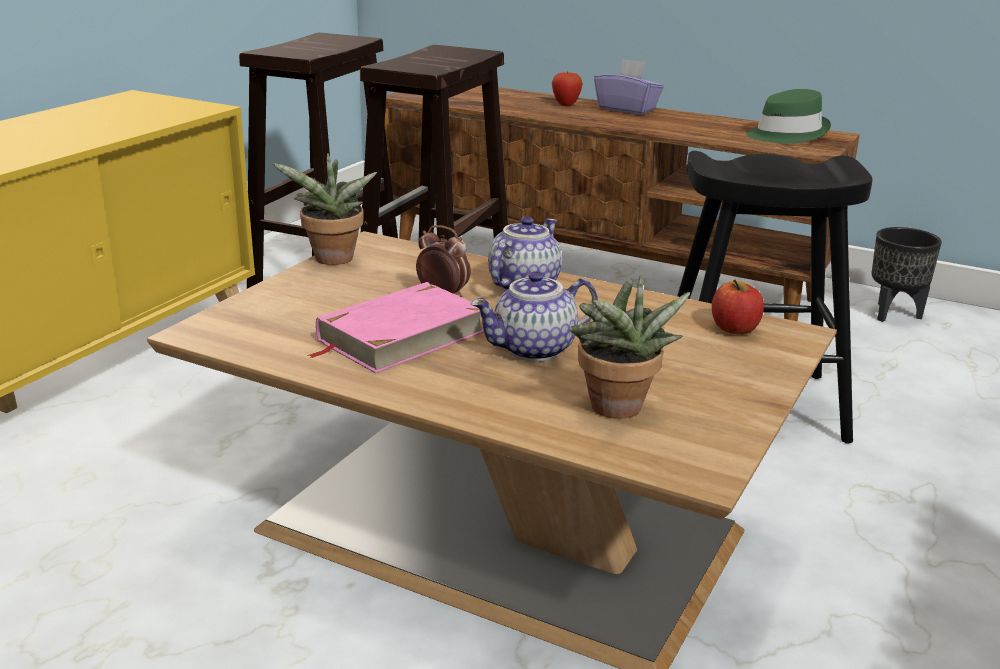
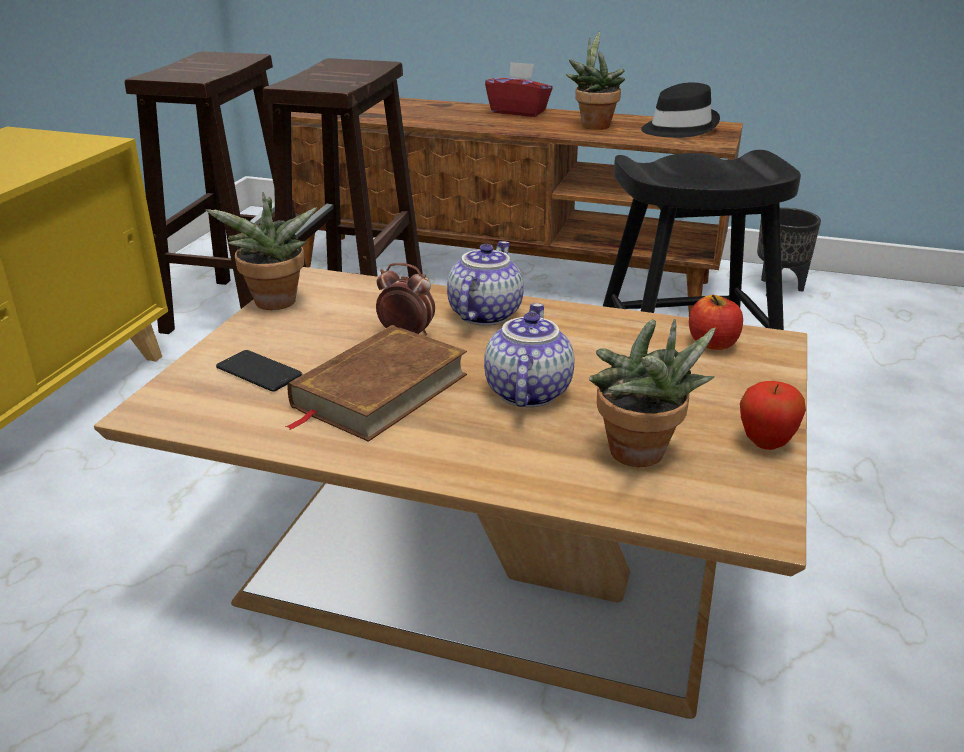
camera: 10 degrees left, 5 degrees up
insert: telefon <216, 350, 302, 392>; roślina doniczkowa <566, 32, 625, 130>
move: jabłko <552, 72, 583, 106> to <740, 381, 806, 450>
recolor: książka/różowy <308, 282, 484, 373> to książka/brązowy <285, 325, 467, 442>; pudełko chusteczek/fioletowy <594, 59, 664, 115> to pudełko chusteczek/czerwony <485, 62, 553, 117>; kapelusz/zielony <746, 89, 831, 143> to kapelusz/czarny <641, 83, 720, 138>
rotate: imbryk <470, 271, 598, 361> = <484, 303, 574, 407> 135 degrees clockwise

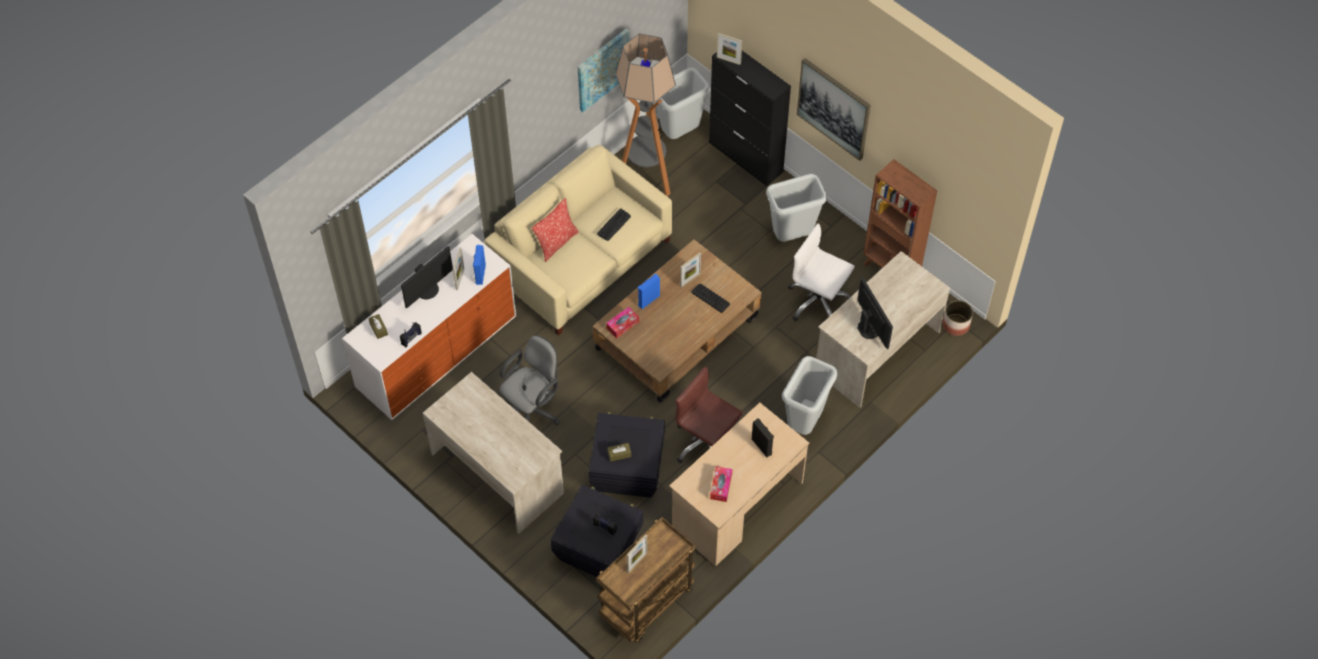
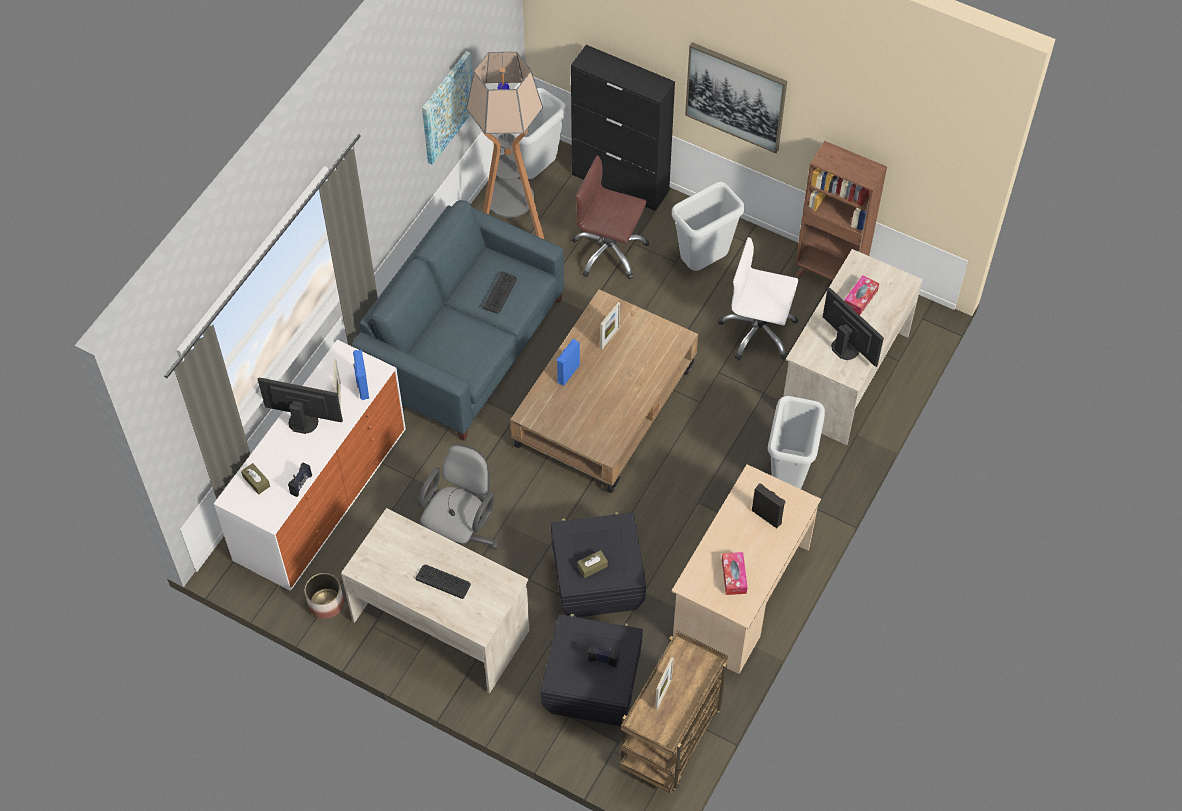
camera: 15 degrees left, 0 degrees up
delete: poduszka <532, 198, 579, 262>; ramka na zdjęcie <717, 33, 742, 65>
move: pudełko chusteczek <606, 307, 639, 338> to <844, 275, 879, 315>; krzesło biurowe/brązowy <675, 366, 743, 463> to <572, 155, 649, 279>; klawiatura <691, 284, 730, 313> to <416, 565, 471, 599>; donica <943, 300, 973, 336> to <305, 573, 344, 619>
recolor: kanapa/beżowy <485, 145, 672, 336> to kanapa/niebieski <351, 200, 564, 441>
rotate: monitor <401, 246, 453, 308> = <258, 378, 343, 434> 105 degrees counterclockwise

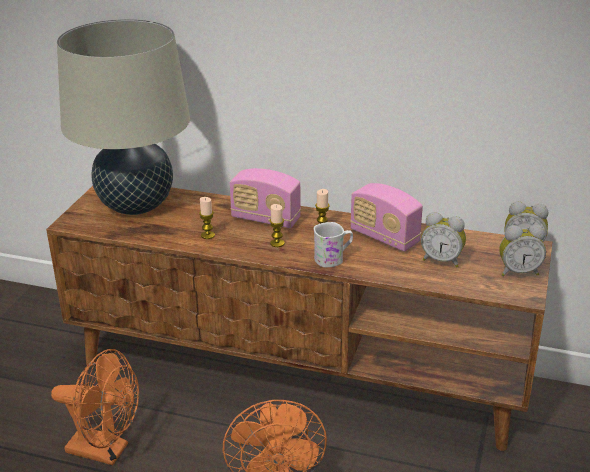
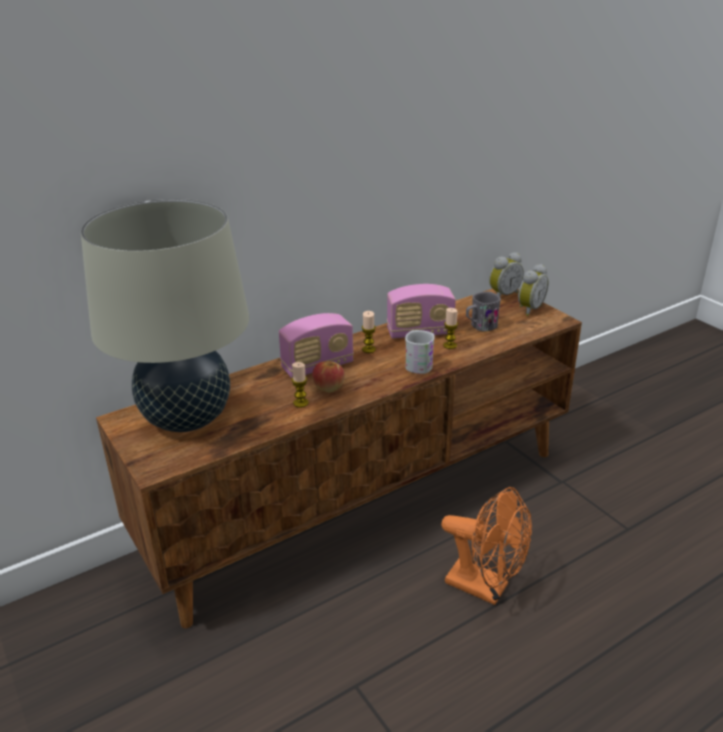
camera: 50 degrees left, 0 degrees up
delete: wentylator/pomarańczowy <51, 349, 139, 465>
insert: jabłko <312, 361, 345, 392>
move: świeca <270, 204, 285, 247> to <443, 308, 458, 349>
replace: budzik <421, 212, 466, 268> to kubek/szary <466, 291, 501, 331>

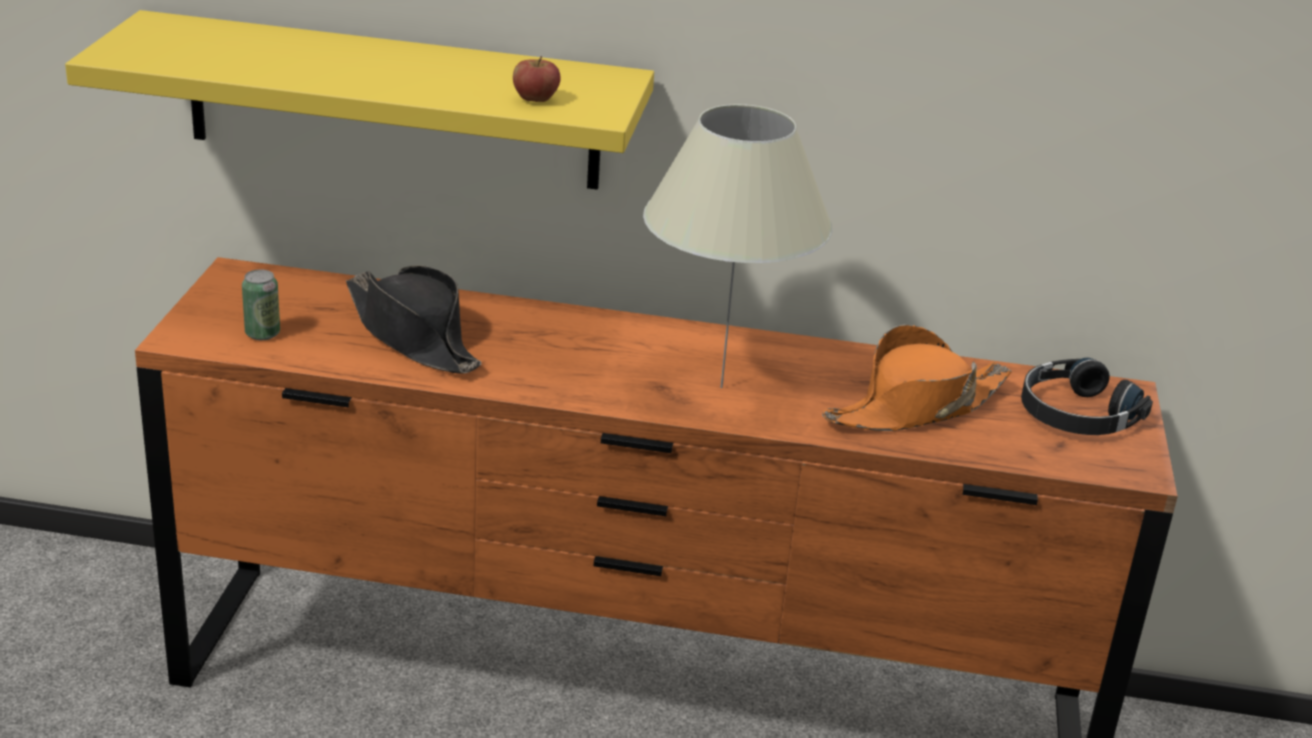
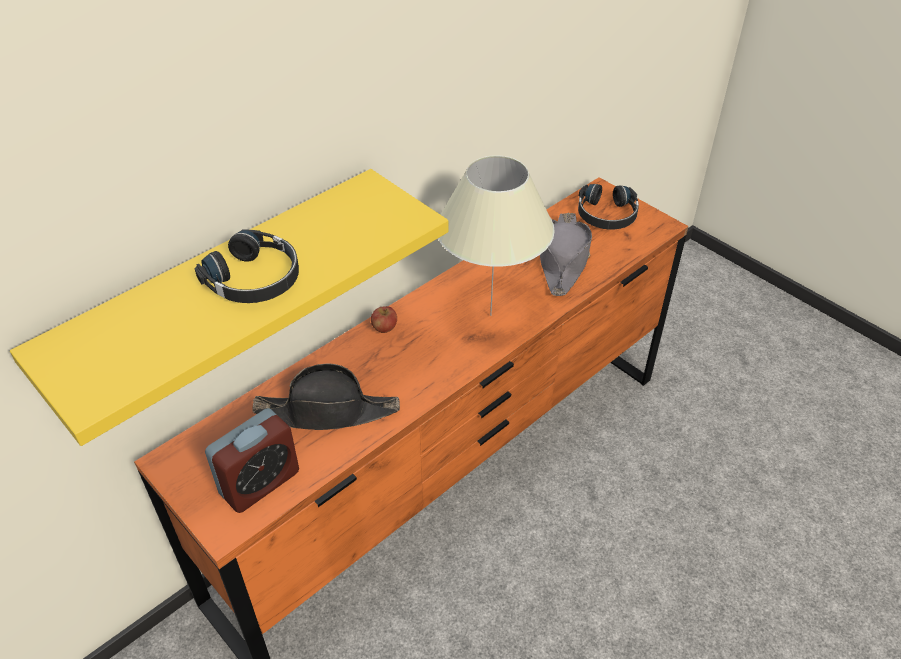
camera: 50 degrees left, 15 degrees up
insert: słuchawki/czarny <195, 229, 299, 303>
move: jabłko <513, 56, 560, 102> to <371, 306, 397, 333>
replace: puszka <242, 269, 280, 340> to budzik <205, 408, 299, 513>
recolor: kapelusz/pomarańczowy <822, 324, 1012, 431> to kapelusz/szary <540, 213, 592, 296>

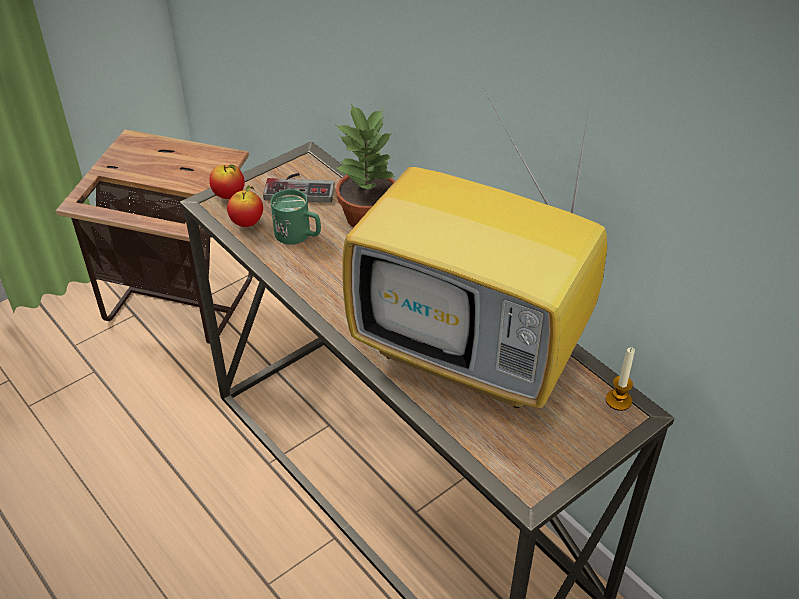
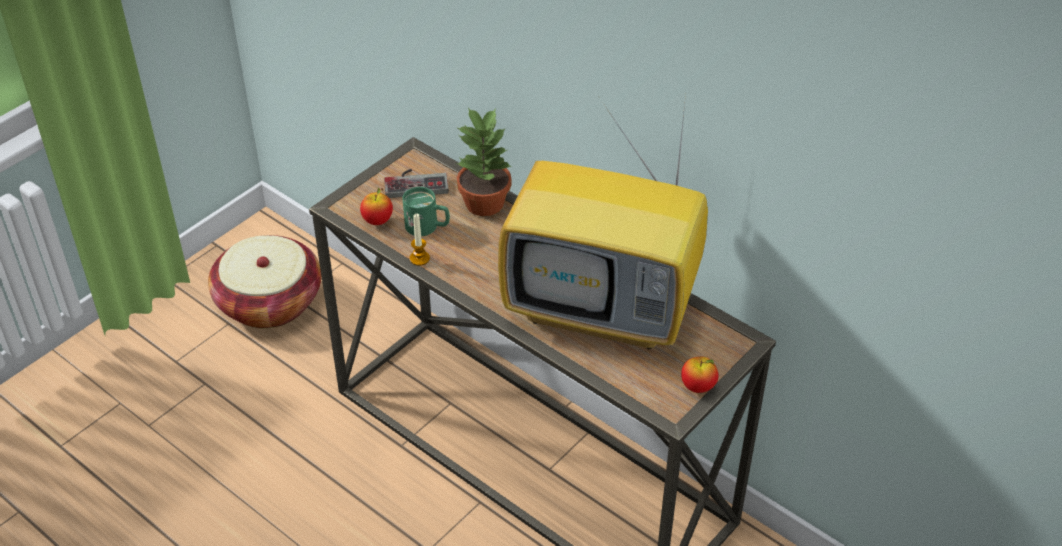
camera: 10 degrees left, 0 degrees up
move: jabłko <209, 165, 245, 199> to <681, 357, 719, 393>; świeca <606, 347, 635, 411> to <410, 214, 430, 266>
replace: stolik <56, 130, 253, 344> to koszyk <208, 235, 321, 329>

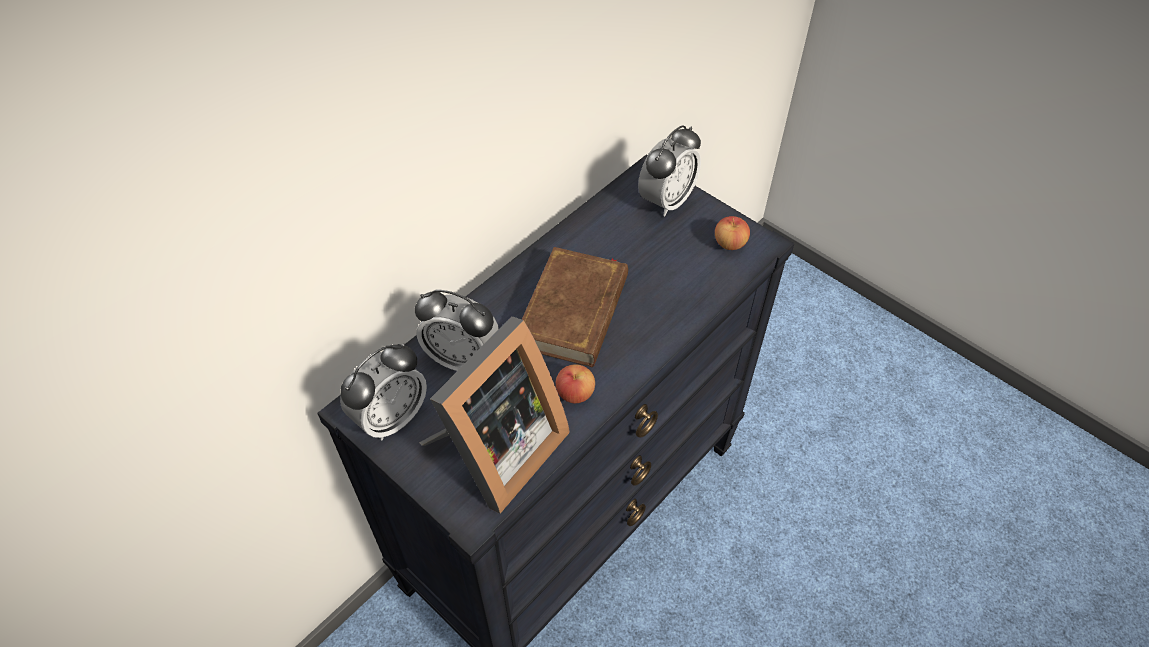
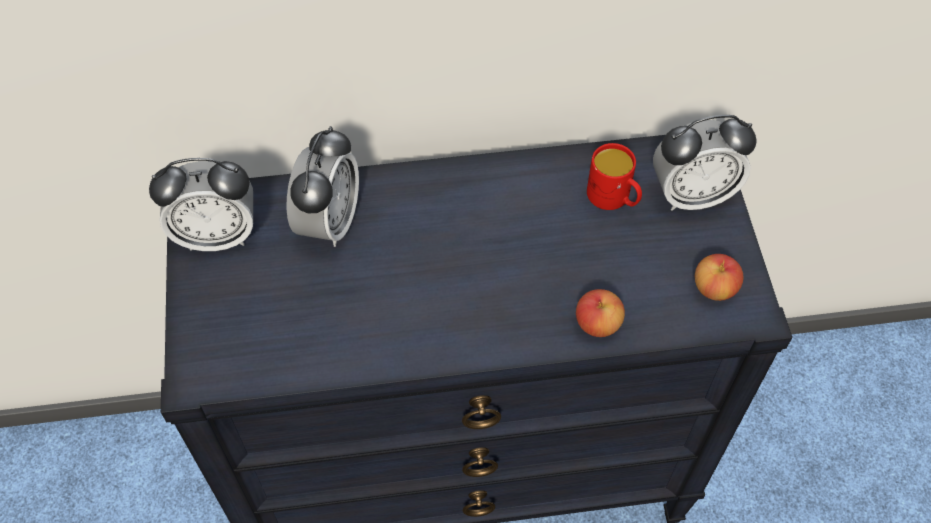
camera: 40 degrees right, 5 degrees up
delete: ramka na zdjęcie <419, 316, 570, 514>; książka/brązowy <522, 247, 628, 367>
insert: kubek/czerwony <587, 143, 642, 210>
move: jabłko <556, 364, 595, 403> to <576, 289, 625, 337>
rotate: budzik <415, 290, 499, 371> = <286, 126, 359, 247> 135 degrees counterclockwise

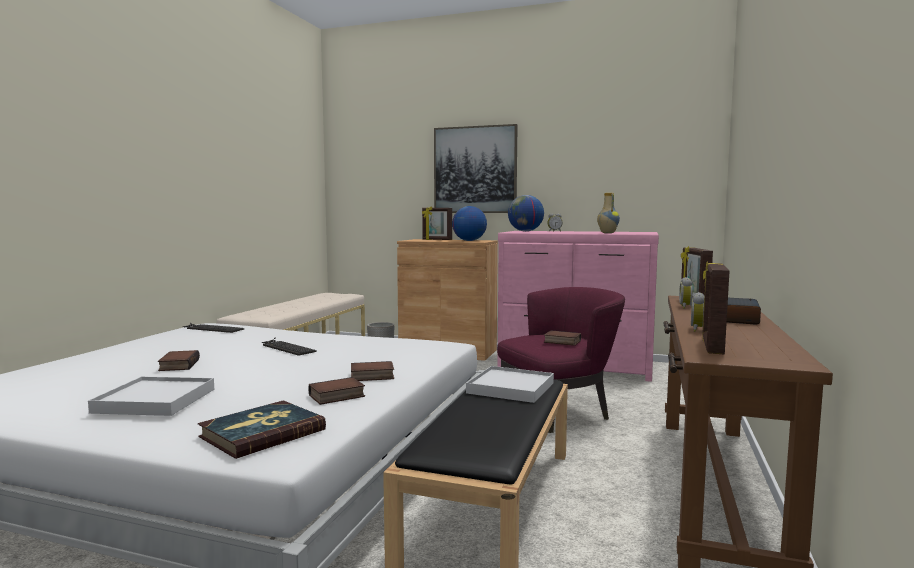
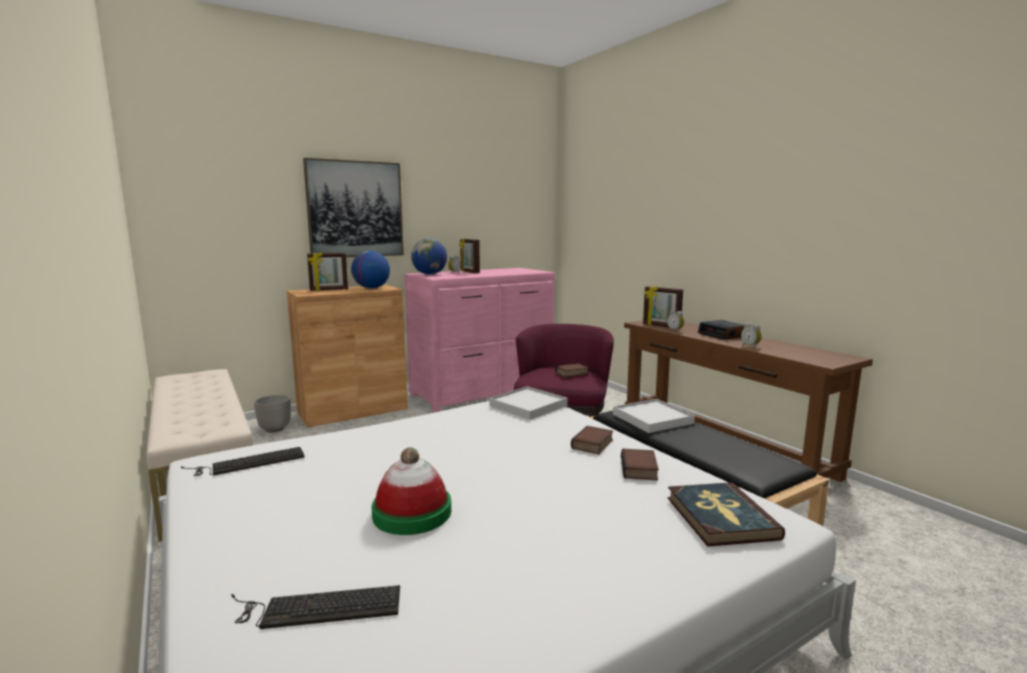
camera: 50 degrees left, 5 degrees up
delete: wazon <597, 193, 620, 233>
move: taca/biały <88, 377, 214, 416> to <489, 386, 568, 420>; klawiatura <261, 338, 317, 356> to <231, 585, 400, 629>; ramka na zdjęcie <702, 261, 729, 354> to <459, 238, 480, 273>
replace: książka <158, 350, 200, 371> to kapelusz <371, 447, 451, 535>

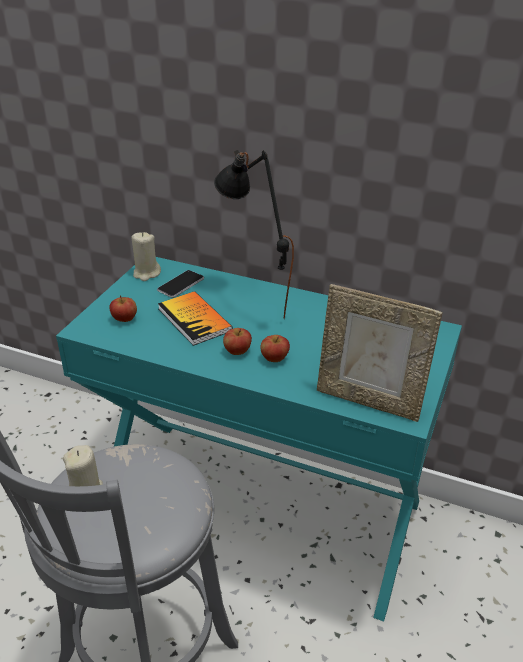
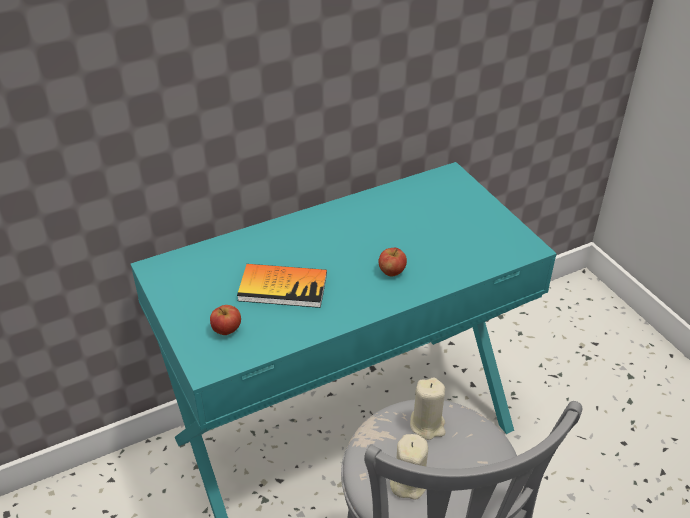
camera: 50 degrees left, 5 degrees up
delete: telefon <157, 270, 204, 298>; lampa stołowa/czarny <214, 150, 294, 319>; jabłko <223, 328, 252, 355>; ramka na zdjęcie <317, 284, 443, 422>
move: świeca/beżowy <131, 232, 161, 281> to <410, 378, 446, 440>

